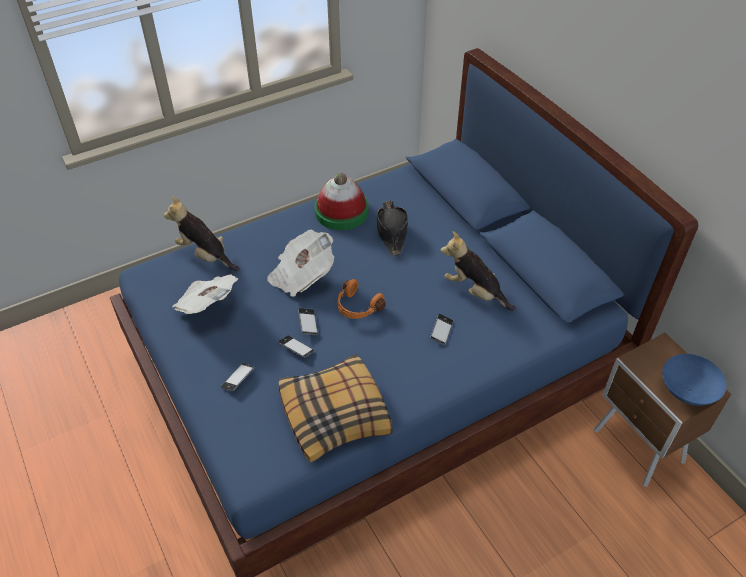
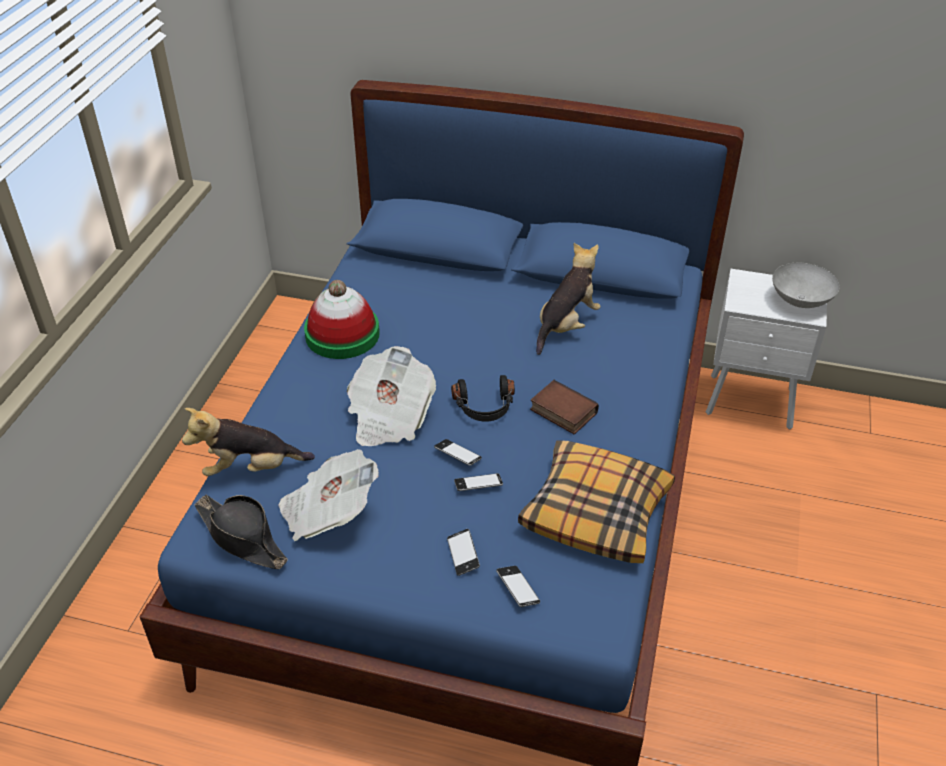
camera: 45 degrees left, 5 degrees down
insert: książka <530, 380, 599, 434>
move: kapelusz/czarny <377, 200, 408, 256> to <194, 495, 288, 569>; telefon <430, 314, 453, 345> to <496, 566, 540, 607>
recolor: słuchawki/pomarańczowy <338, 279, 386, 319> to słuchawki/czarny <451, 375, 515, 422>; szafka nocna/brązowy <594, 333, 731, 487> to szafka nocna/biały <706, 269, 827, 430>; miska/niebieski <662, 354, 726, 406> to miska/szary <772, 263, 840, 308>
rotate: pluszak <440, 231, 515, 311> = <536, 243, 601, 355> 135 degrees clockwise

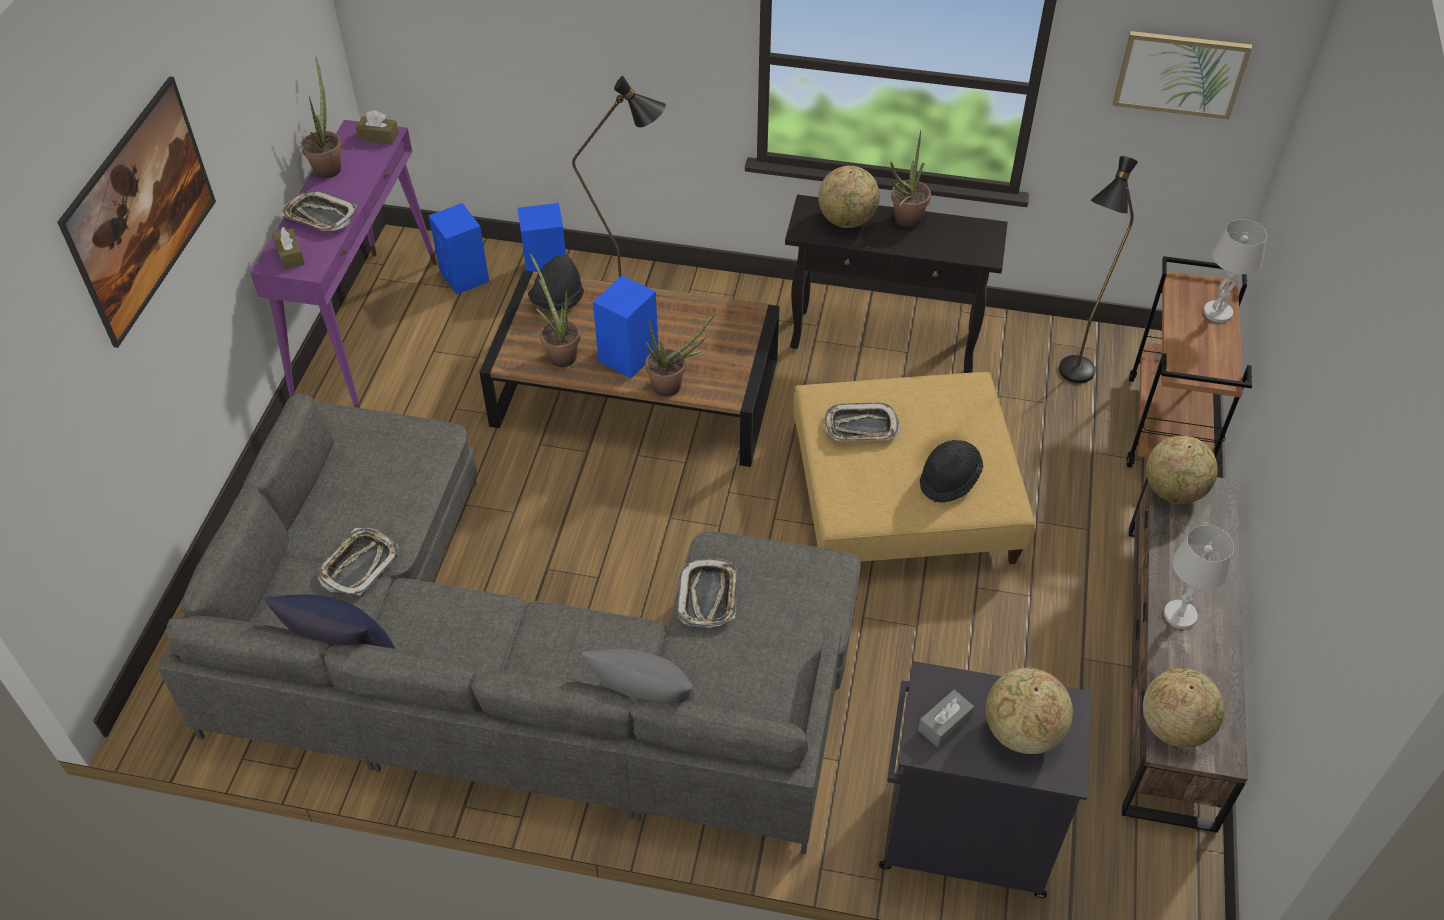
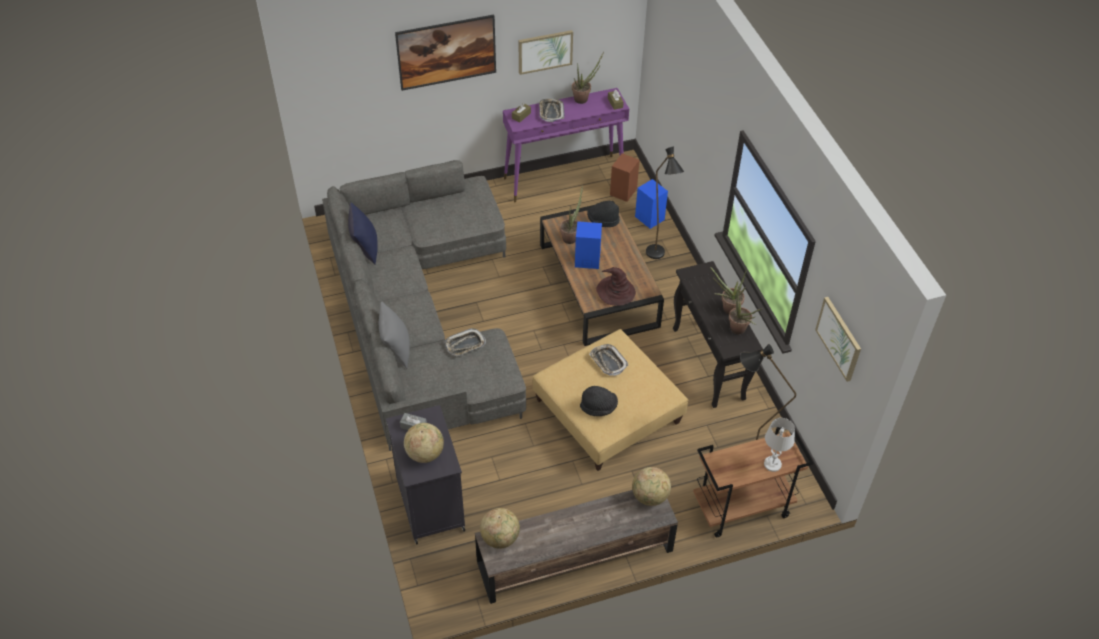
camera: 60 degrees right, 0 degrees up
delete: taca <318, 528, 399, 596>; globus <818, 166, 880, 228>; lampa stołowa/biały <1164, 525, 1234, 629>
insert: obraz <518, 30, 573, 75>; kapelusz/brązowy <596, 267, 636, 306>
move: roślina doniczkowa <645, 312, 716, 397> to <729, 286, 761, 334>
recolor: głośnik/niebieski <429, 203, 489, 295> to głośnik/brązowy <610, 153, 640, 202>

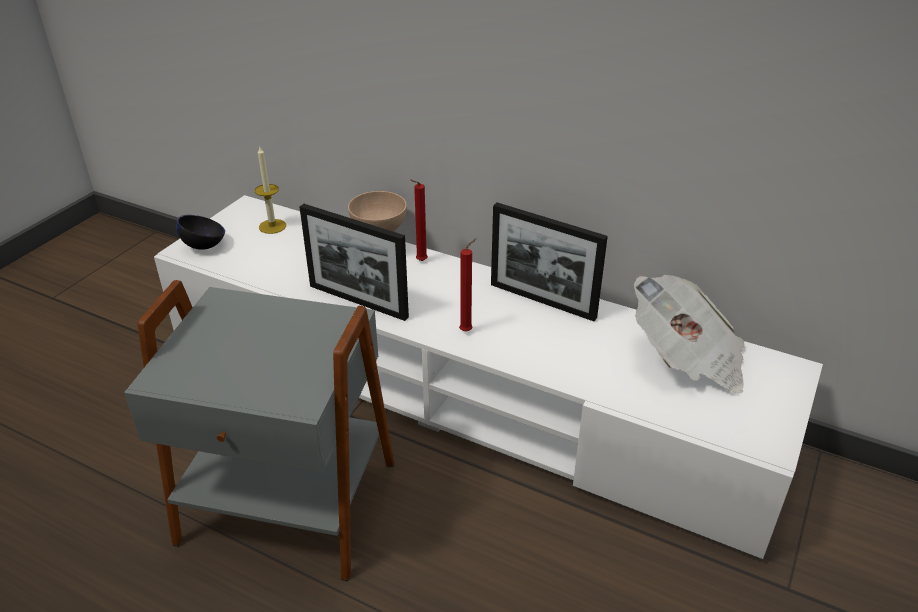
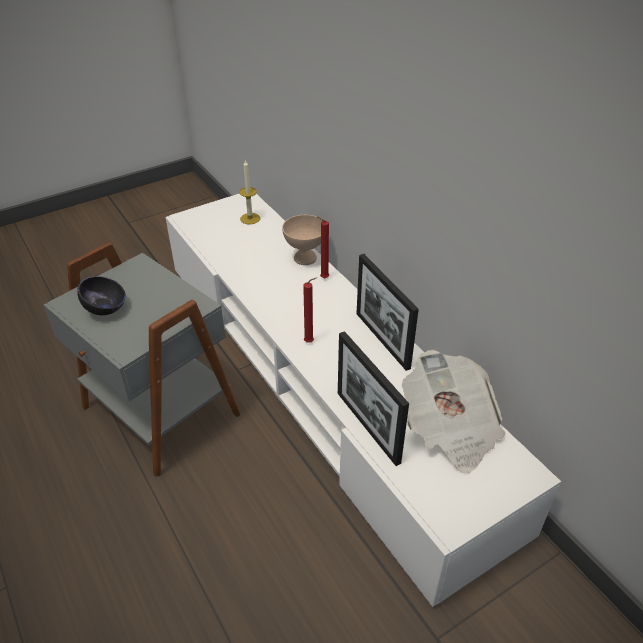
camera: 30 degrees right, 5 degrees up
move: miska/czarny <176, 215, 225, 250> to <77, 276, 126, 315>; ramka na zdjęcie <300, 204, 409, 321> to <338, 331, 409, 466>

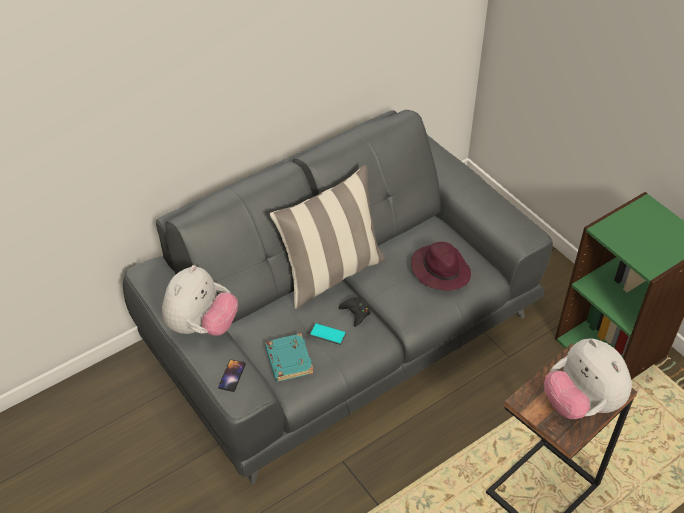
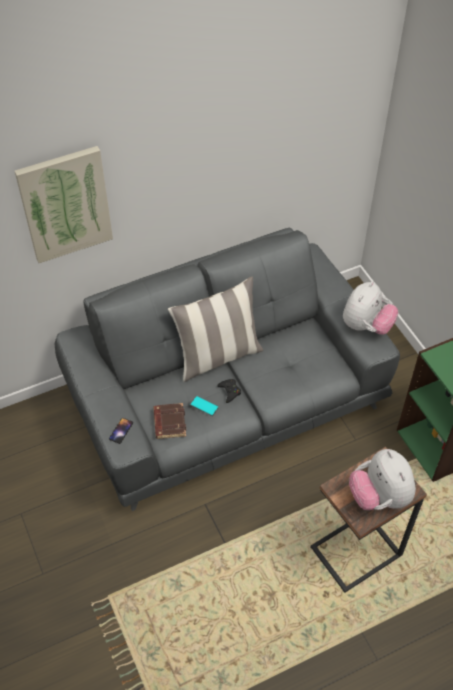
camera: 10 degrees right, 5 degrees up
delete: kapelusz/fioletowy <411, 242, 471, 291>
insert: obraz <15, 146, 113, 263>
move: pluszak <162, 265, 238, 336> to <343, 281, 398, 335>
recolor: książka/turkusowy <265, 333, 313, 382> to książka/brązowy <154, 403, 186, 439>

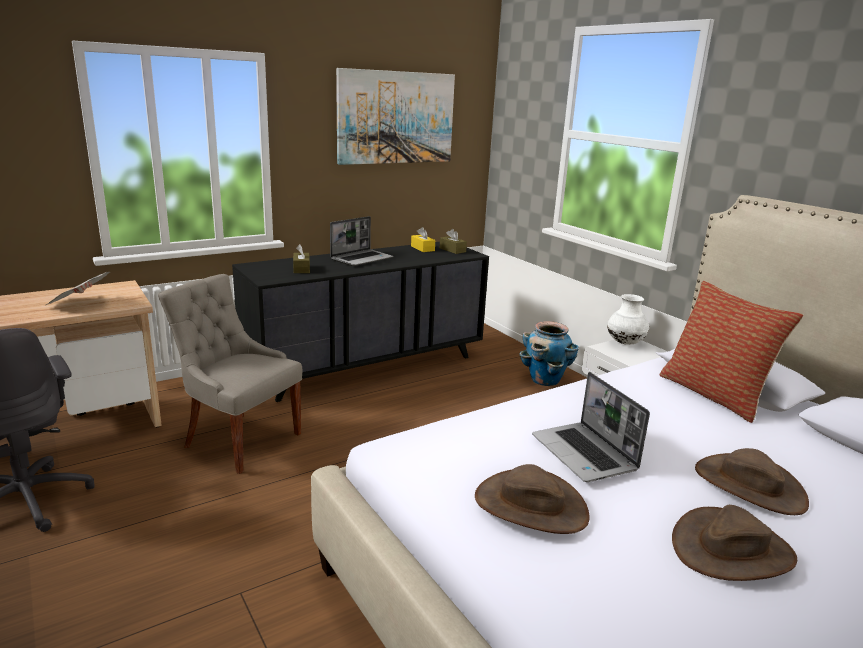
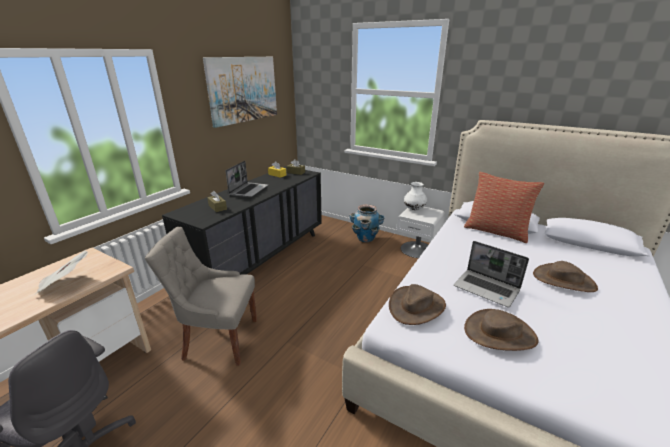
camera: 25 degrees left, 5 degrees up
move: kapelusz/brązowy <672, 505, 797, 581> to <389, 284, 446, 325>

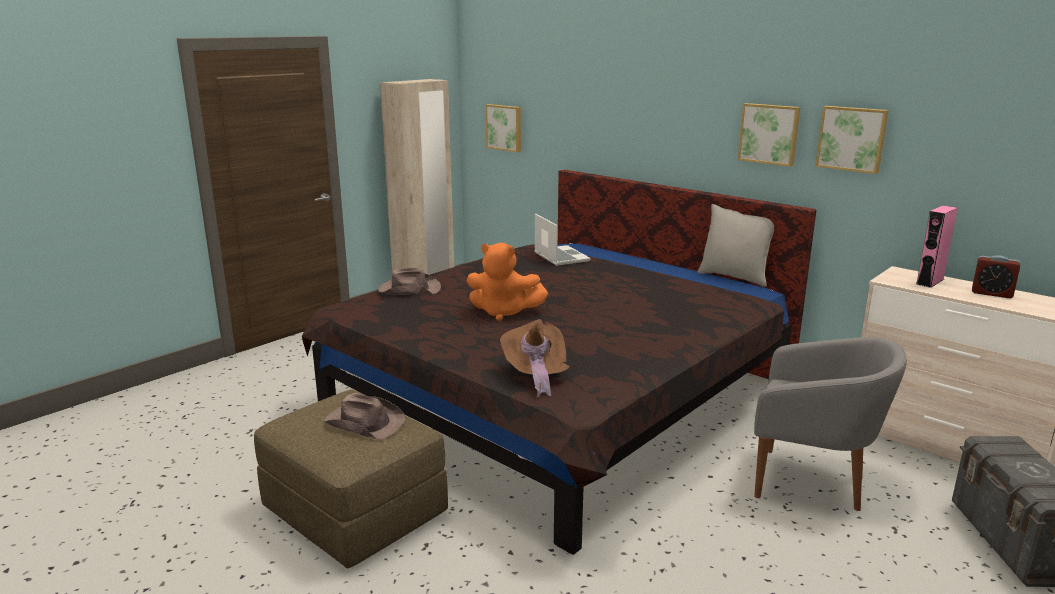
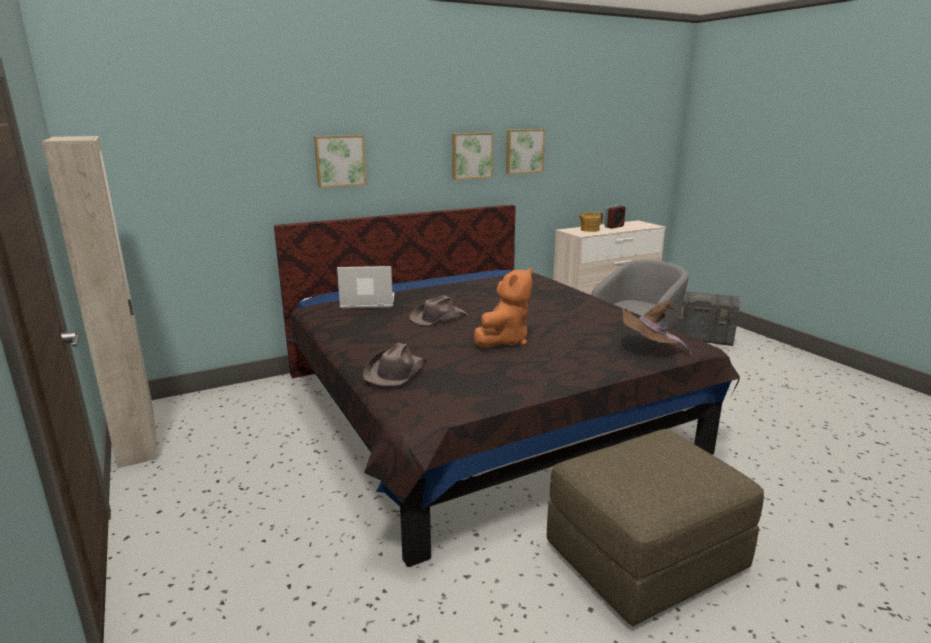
camera: 70 degrees left, 0 degrees up
delete: poduszka/szary <698, 204, 774, 287>
move: kapelusz/brązowy <324, 393, 406, 440> to <409, 295, 468, 325>; obraz <486, 104, 521, 152> to <314, 135, 367, 188>
replace: głośnik/różowy <916, 205, 957, 288> to imbryk <578, 212, 603, 232>

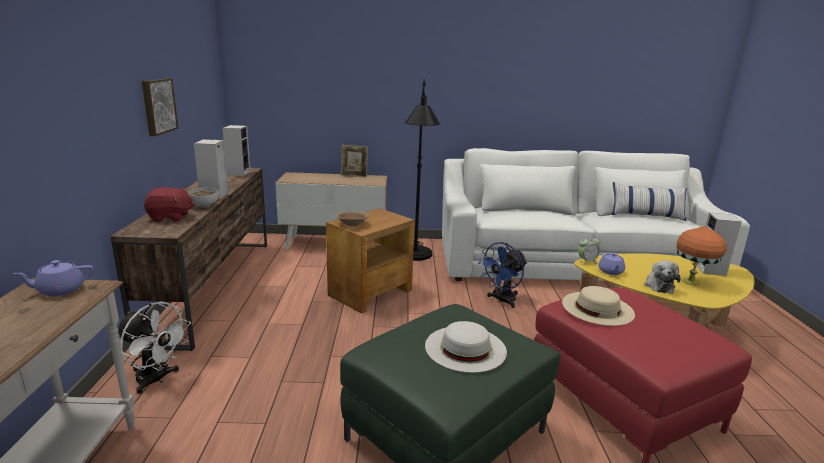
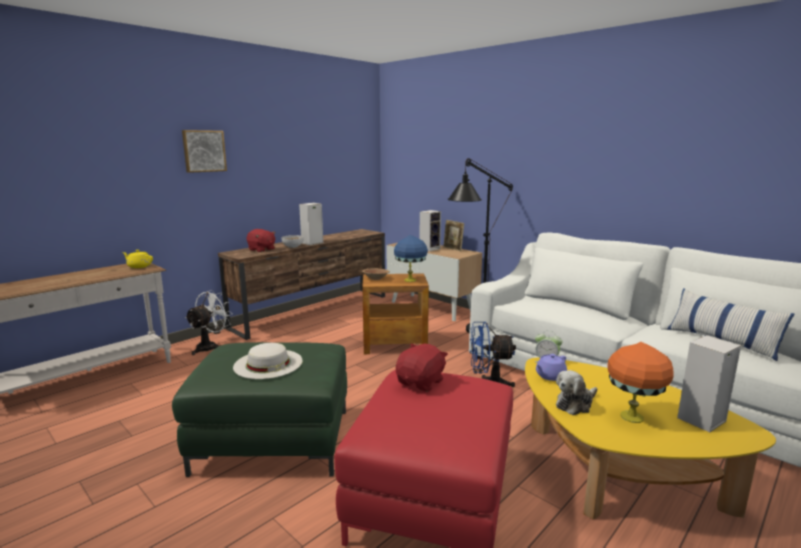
camera: 45 degrees right, 5 degrees down
insert: lampa stołowa/niebieski <394, 235, 428, 282>
move: obraz <142, 78, 178, 136> to <182, 130, 227, 173>; głośnik <223, 125, 251, 176> to <419, 210, 441, 251>
replace: kapelusz/beżowy <562, 286, 635, 326> to pluszak/czerwony <396, 343, 448, 392>
recolor: imbryk/fioletowy <13, 260, 94, 296> to imbryk/żółty <122, 250, 153, 268>
rotate: wentylator/biały <118, 302, 191, 394> = <185, 290, 233, 355> 135 degrees counterclockwise

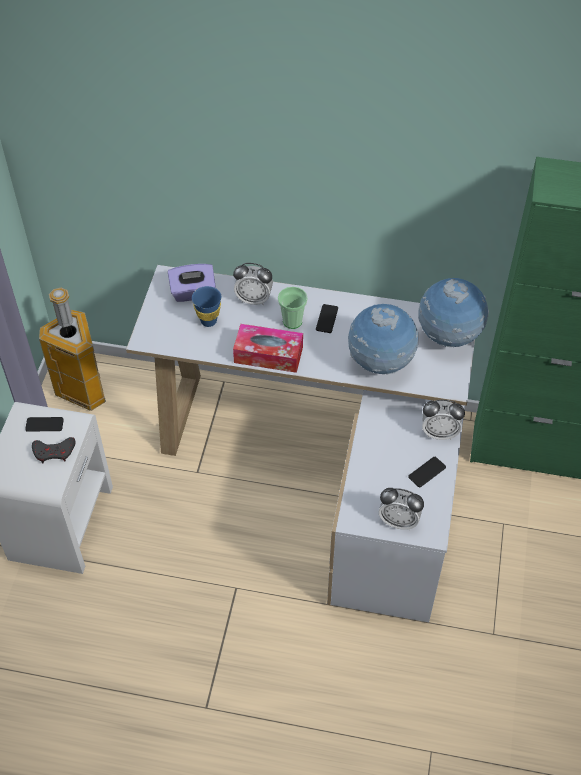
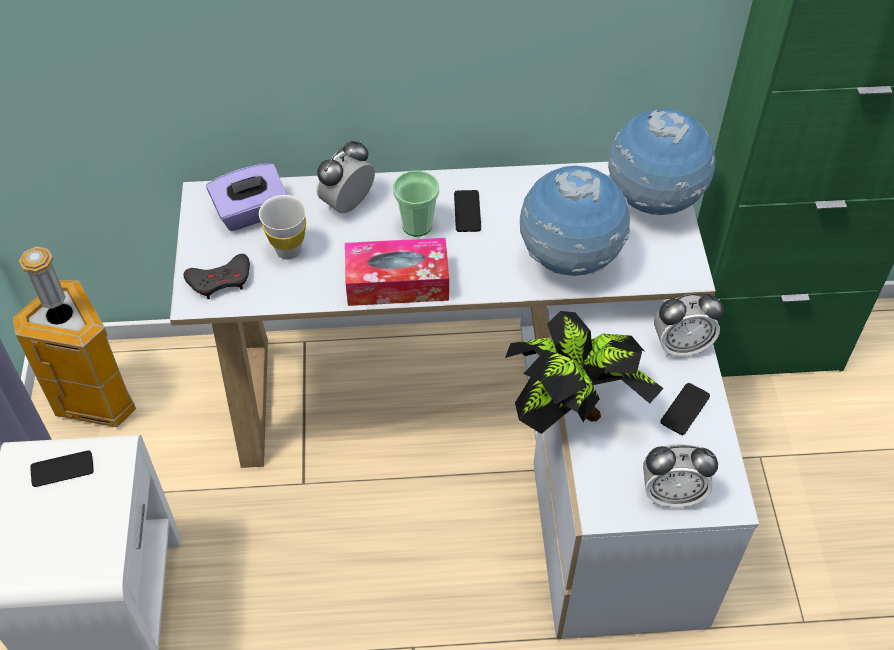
camera: 15 degrees left, 0 degrees up
insert: roślina doniczkowa <505, 311, 664, 434>
move: pad do gier/szary <32, 437, 76, 464> to <184, 254, 250, 299>
recolor: filiżanka/niebieski <192, 286, 221, 327> to filiżanka/biały <259, 195, 306, 260>
rotate: budzik <233, 263, 273, 305> = <316, 141, 375, 213> 135 degrees clockwise

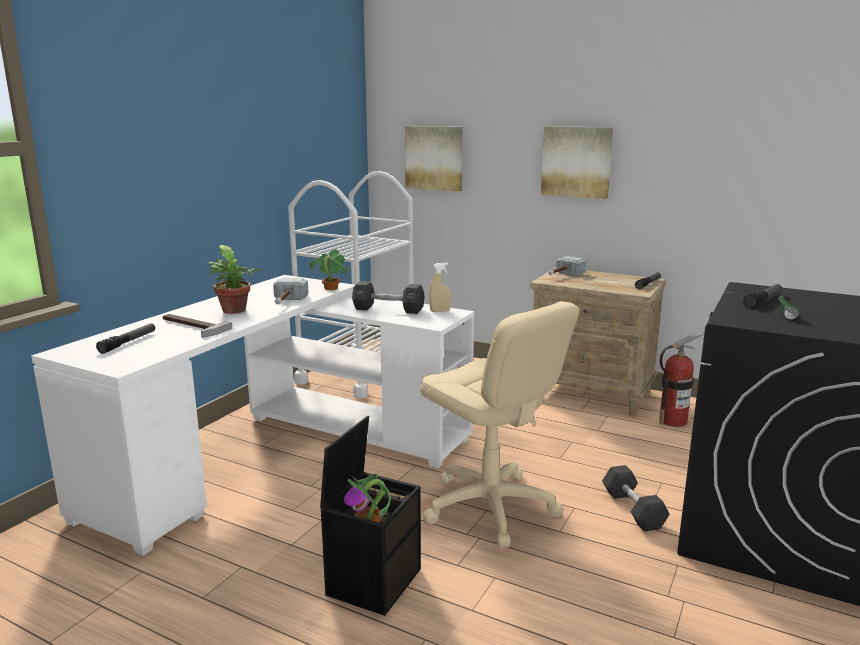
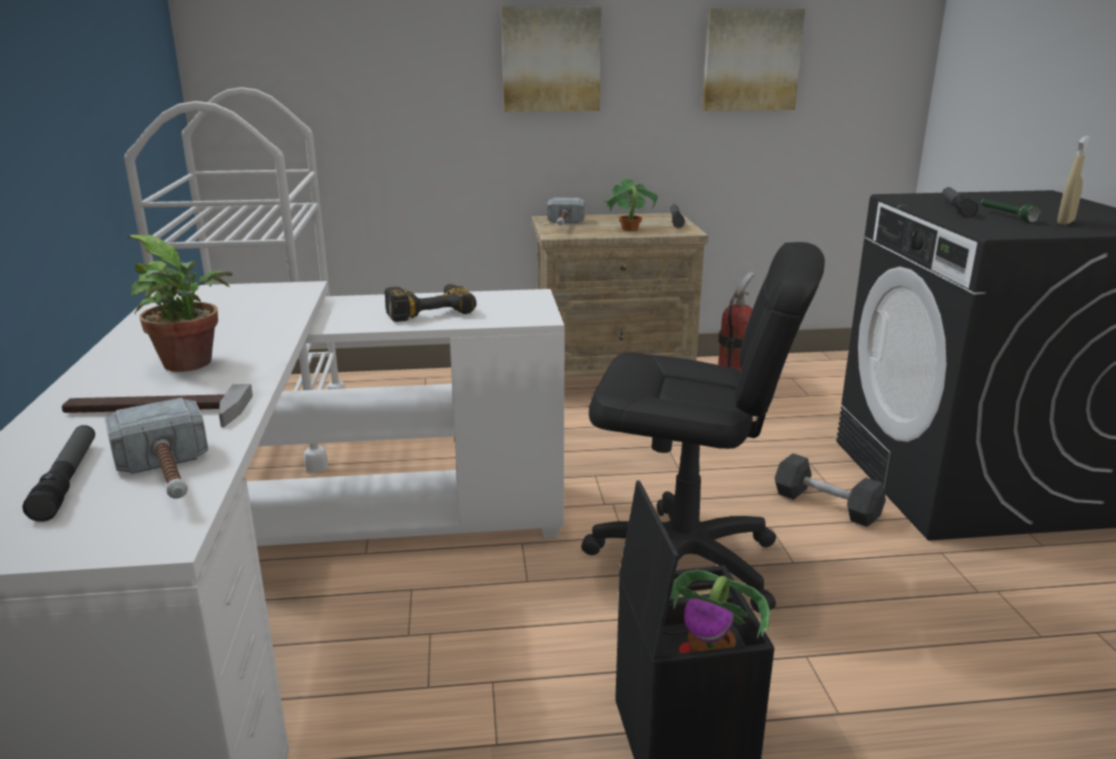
camera: 35 degrees left, 5 degrees up
move: młotek <273, 278, 309, 304> to <105, 398, 208, 499>; roślina doniczkowa <309, 249, 351, 290> to <603, 178, 658, 231>; obraz <405, 126, 463, 192> to <702, 8, 805, 111>; spryskiwacz/beżowy <429, 262, 451, 312> to <1057, 136, 1090, 225>
replace: hantel/czarny <352, 281, 425, 314> to wiertarka <385, 284, 477, 322>
recolor: krzesło biurowe/beżowy <420, 301, 579, 548> to krzesło biurowe/czarny <581, 242, 825, 613>

